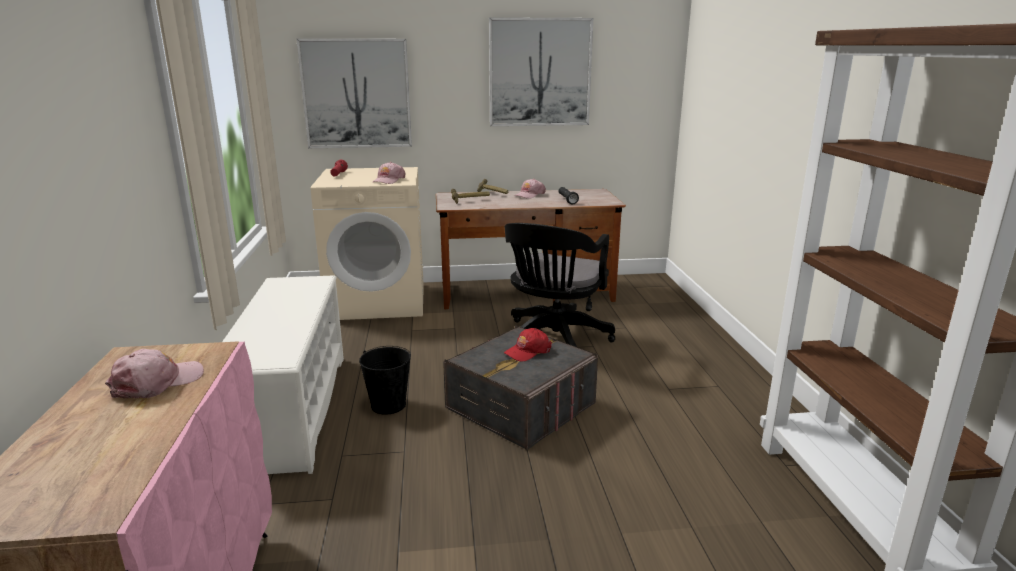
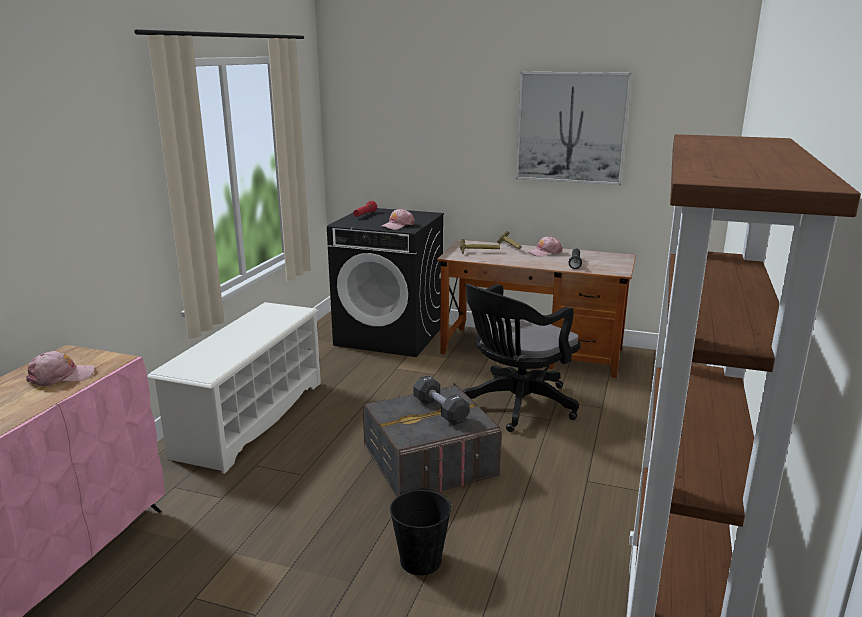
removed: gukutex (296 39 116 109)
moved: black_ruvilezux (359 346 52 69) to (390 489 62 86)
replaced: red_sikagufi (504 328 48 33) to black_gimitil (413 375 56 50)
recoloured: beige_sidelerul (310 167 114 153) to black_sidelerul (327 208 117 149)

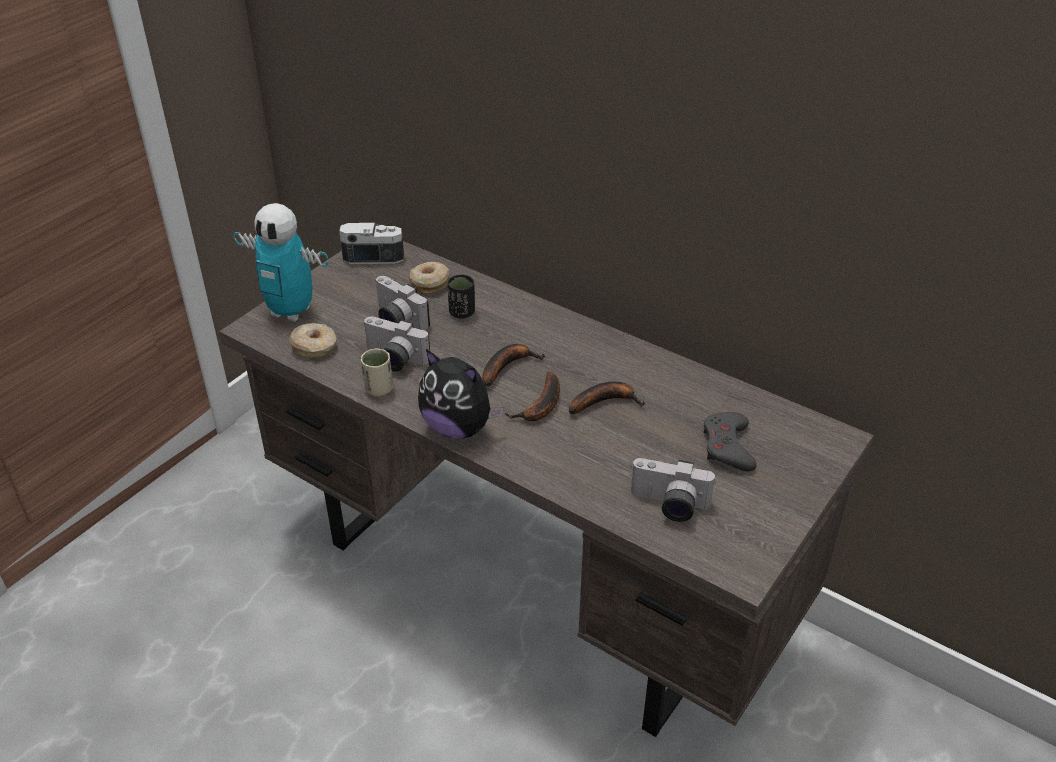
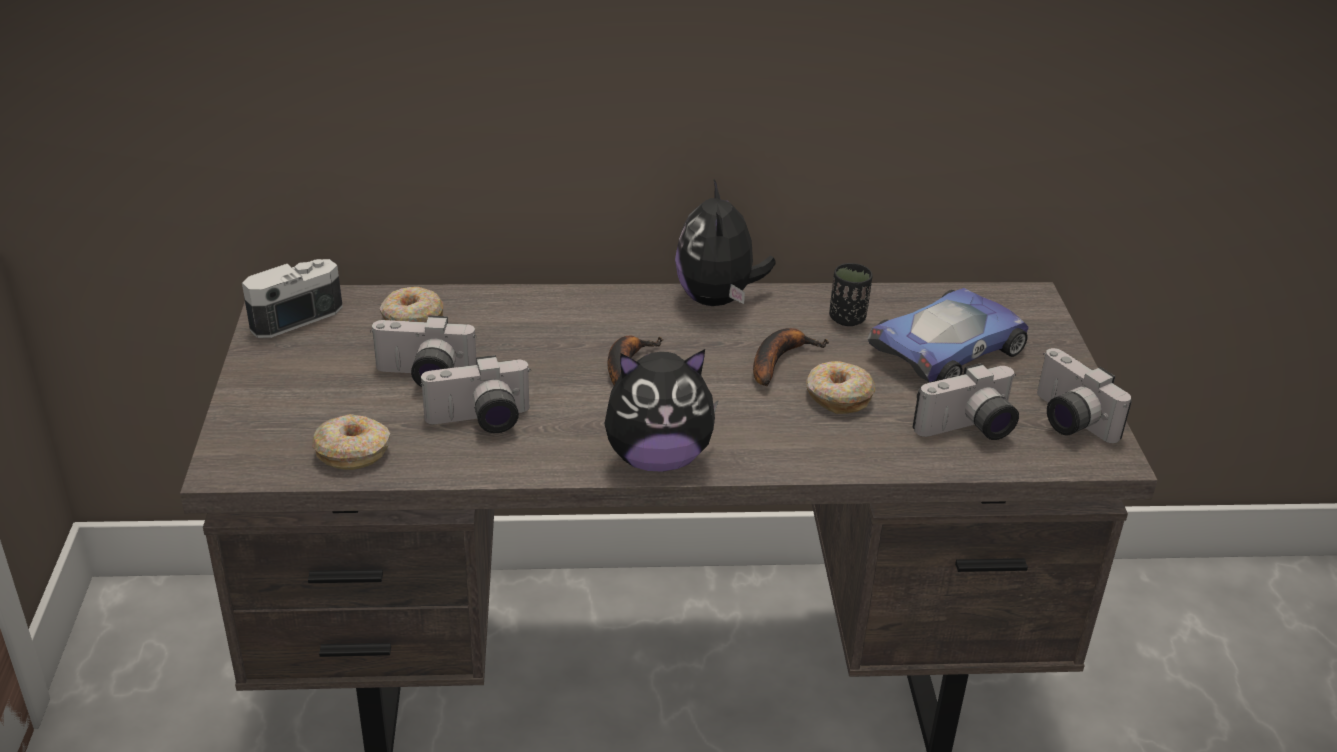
removed: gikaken (233 203 95 119); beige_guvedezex (361 349 32 47); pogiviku (505 371 55 50)
added: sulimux (675 180 101 126); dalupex (806 361 69 53); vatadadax (1037 348 95 95)
moved: black_guvedezex (448 274 27 45) to (829 263 44 63)
replaced: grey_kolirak (704 412 53 60) to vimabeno (868 288 161 94)

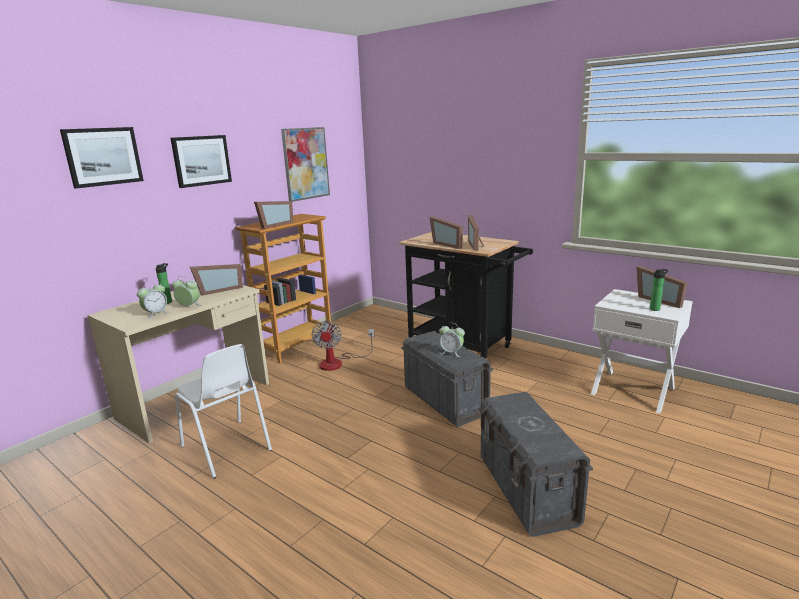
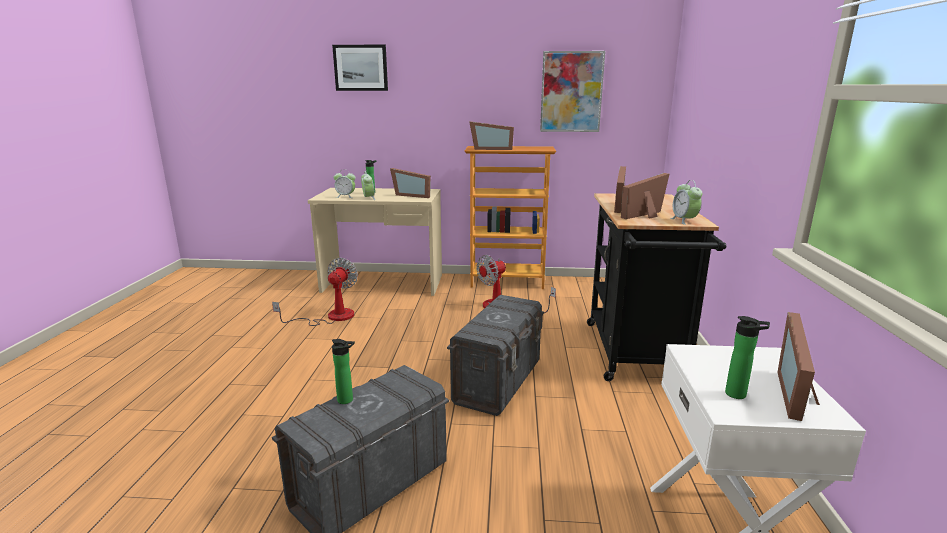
removed: gukutex (171 135 61 53)
added: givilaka (332 339 23 65)
moved: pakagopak (439 323 26 34) to (670 180 32 45)
replaced: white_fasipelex (175 344 97 134) to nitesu (272 258 86 68)

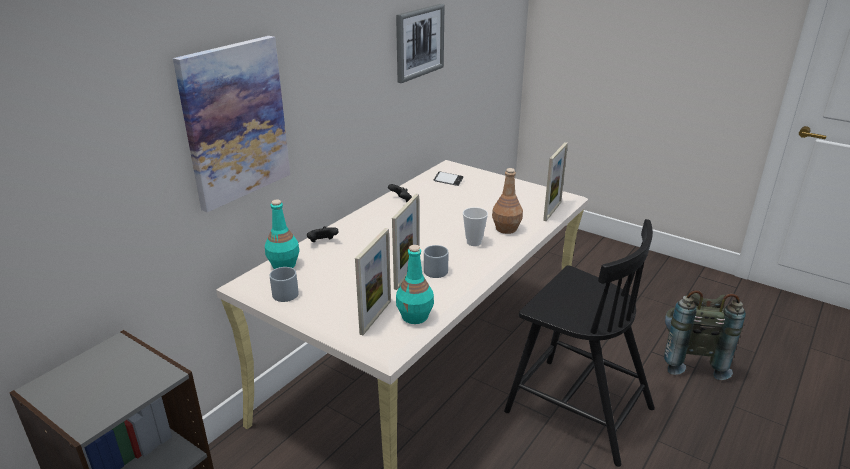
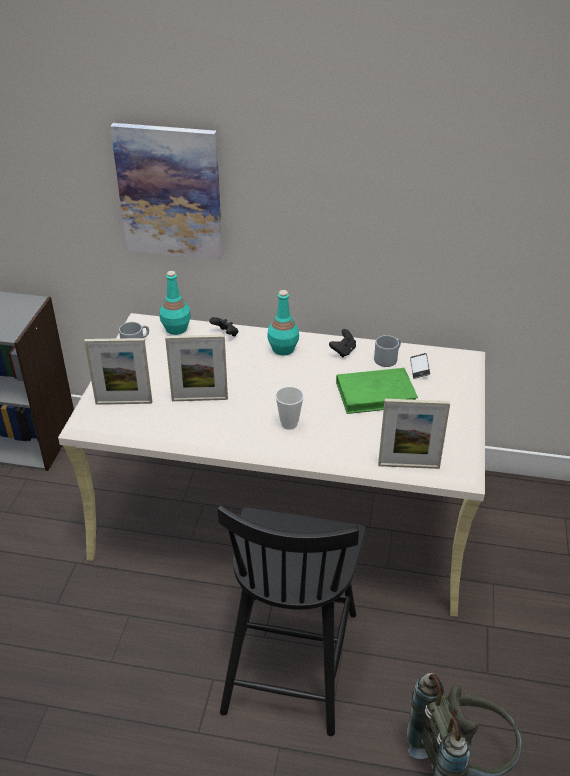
removed: gukutex (396 4 49 79); brown_givilaka (492 168 31 66)
added: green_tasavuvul (336 368 82 46)
moved: turquoise_givilaka (396 245 38 79) to (267 290 32 65); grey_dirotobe (424 245 25 33) to (374 335 27 32)

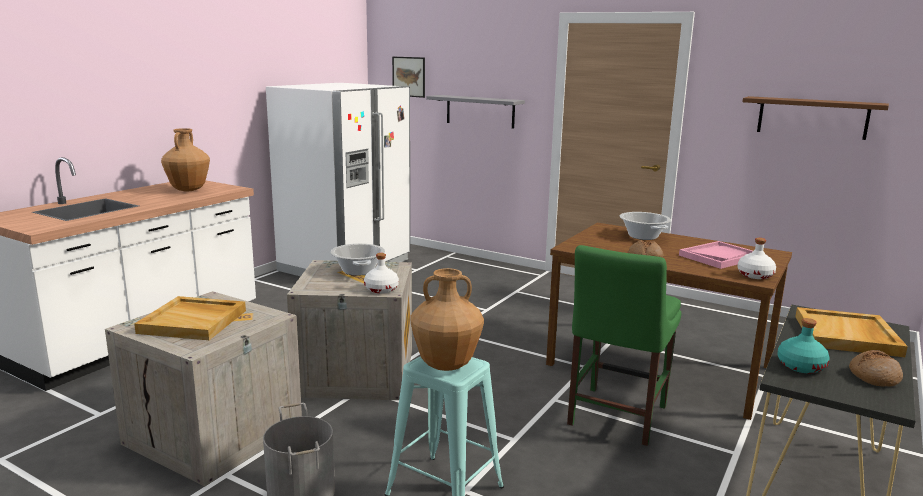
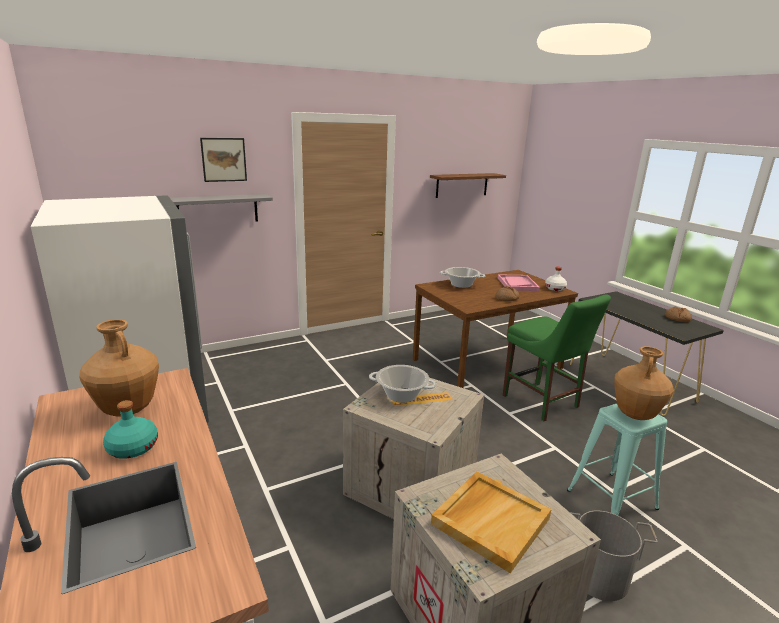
removed: white_givilaka (364 253 35 40); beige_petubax (795 307 113 50)
moved: turquoise_givilaka (777 318 53 56) to (103 400 55 59); gukutex (392 57 33 41) to (200 138 47 44)

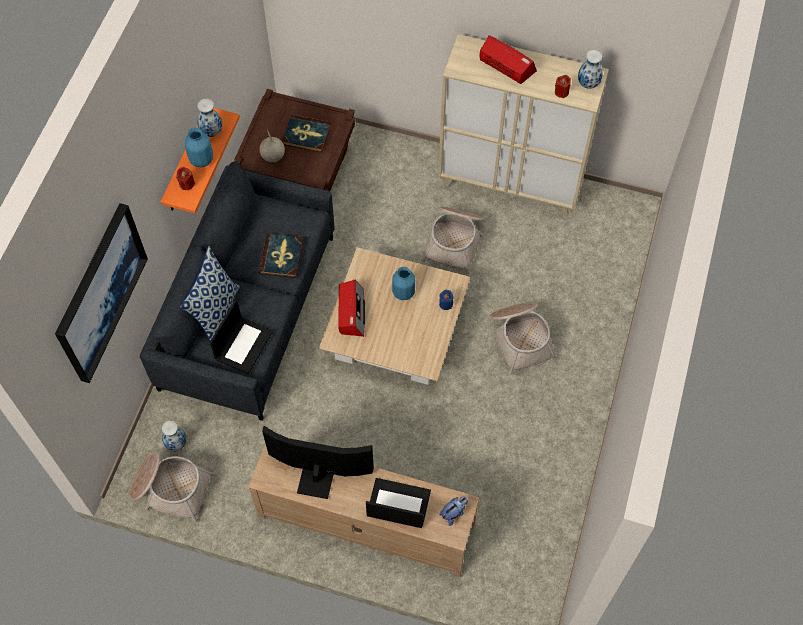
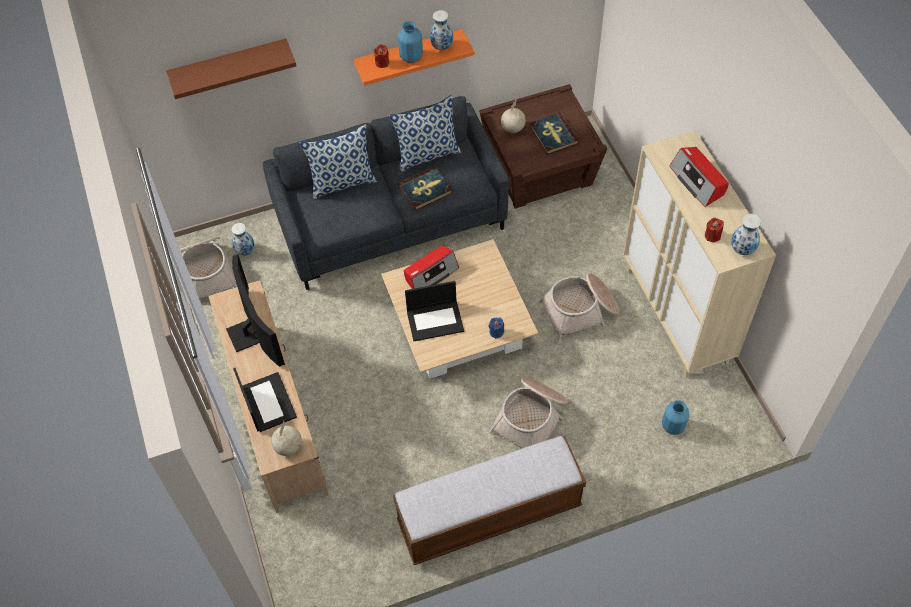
added: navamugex (389 95 73 77); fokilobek (393 436 193 129)
moved: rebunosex (210 300 63 74) to (405 281 59 60); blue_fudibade (392 267 23 33) to (662 400 28 35)
replaced: gukutex (55 203 93 180) to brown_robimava (166 39 130 60); sulimux (440 497 28 29) to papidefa (271 421 31 35)
turned: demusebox (479 35 58 49) = (670 147 59 60) 150 degrees clockwise

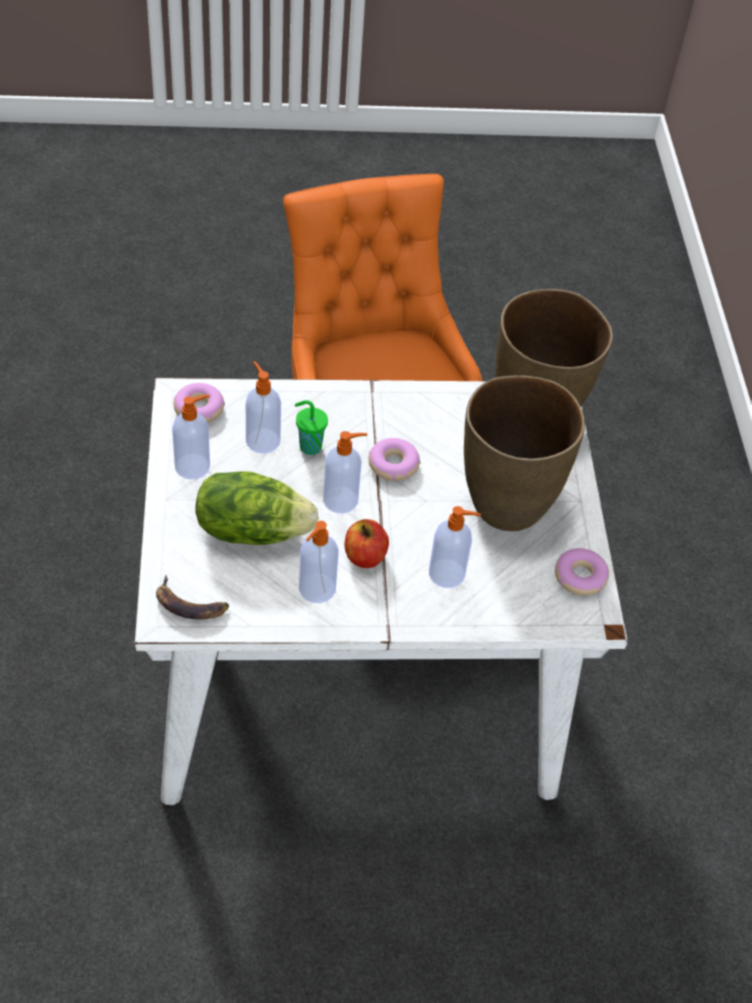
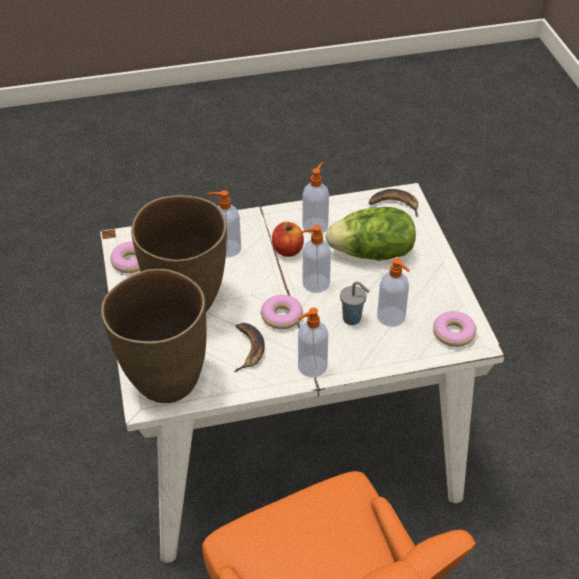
added: pogiviku (234 323 31 49)
moved: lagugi (172 395 38 85) to (298 308 30 69)
recoloured: green_guvedezex (295 400 33 55) to grey_guvedezex (340 281 30 44)

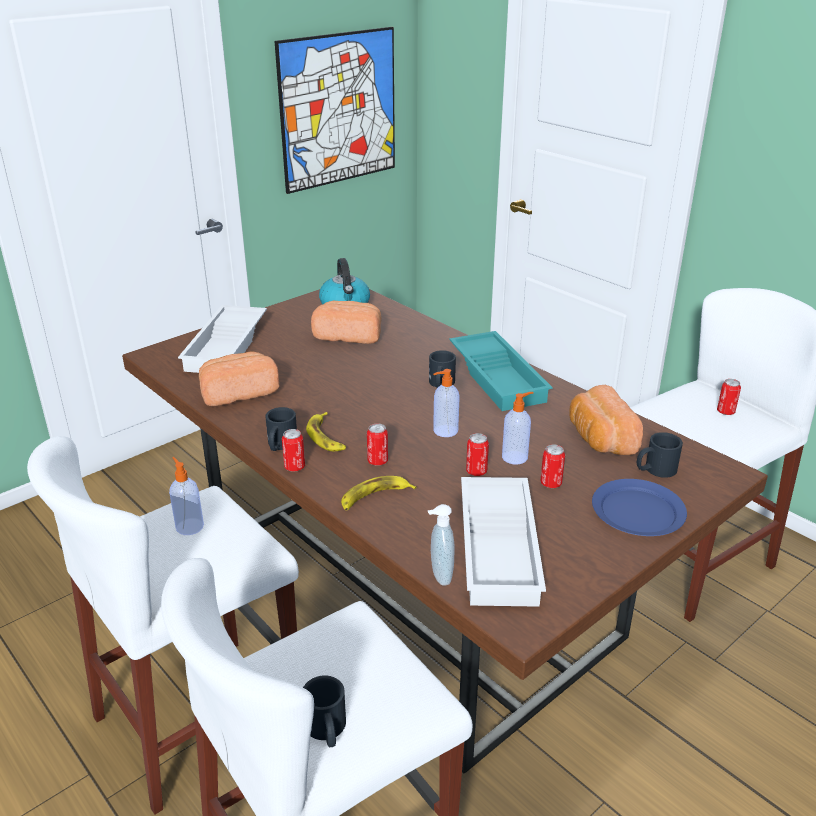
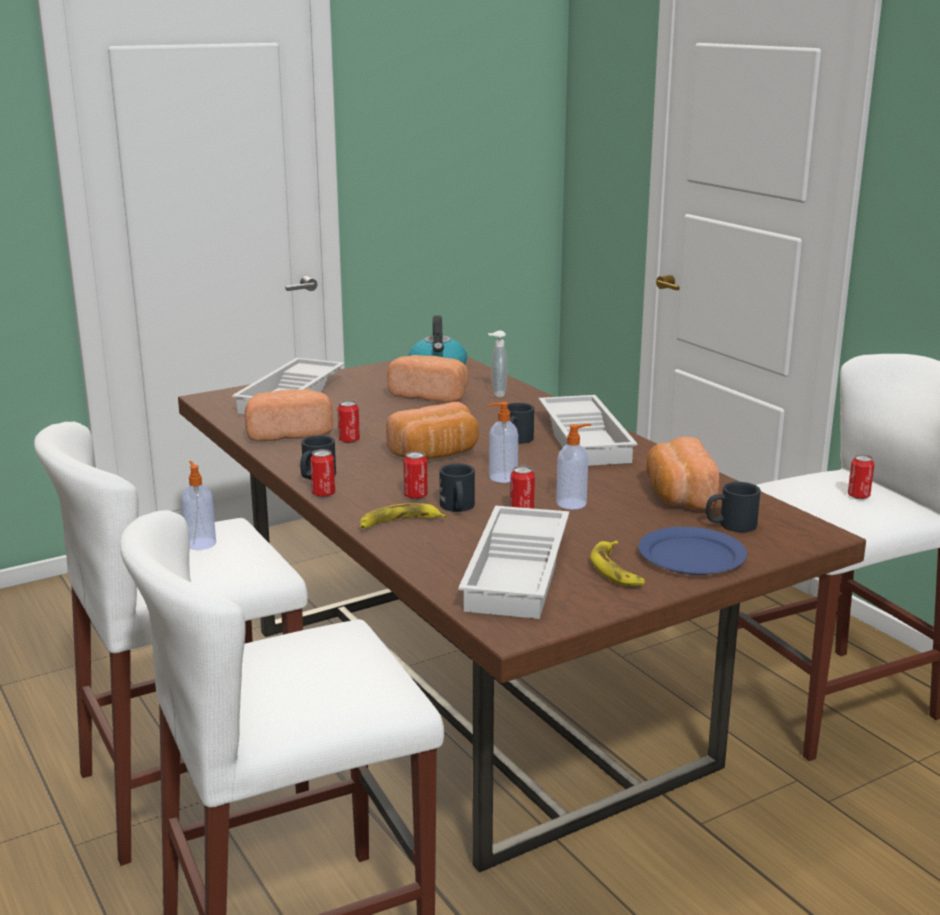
removed: gukutex (275 27 120 167)
added: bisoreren (386 402 93 57)
moved: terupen (540 444 25 44) to (338 400 22 43); black_dirotobe (303 676 43 71) to (439 463 36 49); lagugi (428 504 26 82) to (488 331 20 66); pogiviku (306 412 40 39) to (590 540 55 46)
recoloured: turquoise_petubax (449 331 104 80) to white_petubax (538 395 99 71)

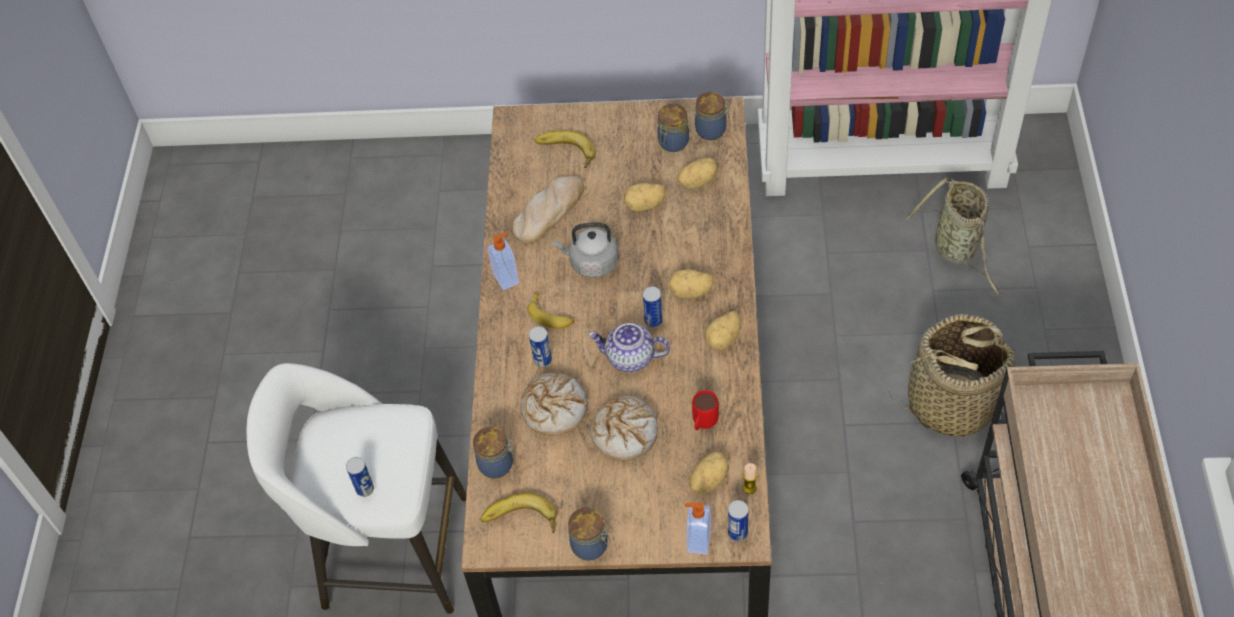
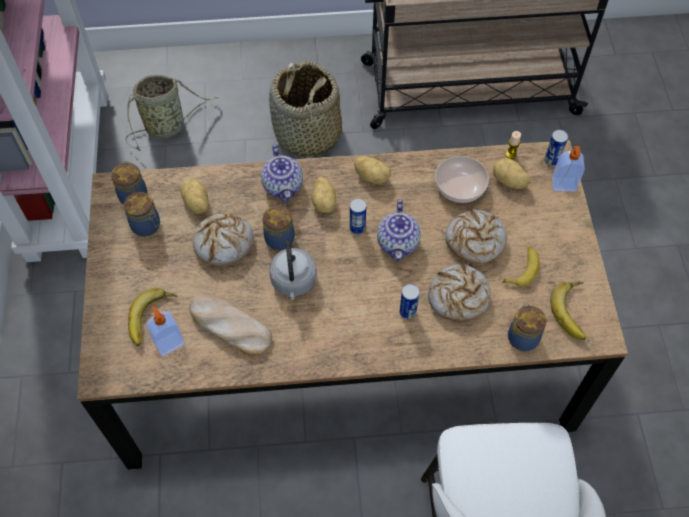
removed: terupen (346 457 28 40)
added: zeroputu (261 144 42 58)
moved: lagugi (487 233 32 57) to (146 305 39 51); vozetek (568 507 43 54) to (263 204 32 46); pogiviku (527 292 47 36) to (503 246 37 41)
replaced: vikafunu (624 183 42 28) to bisoreren (193 213 61 54); red_dirotobe (692 390 27 40) to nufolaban (435 156 54 47)

